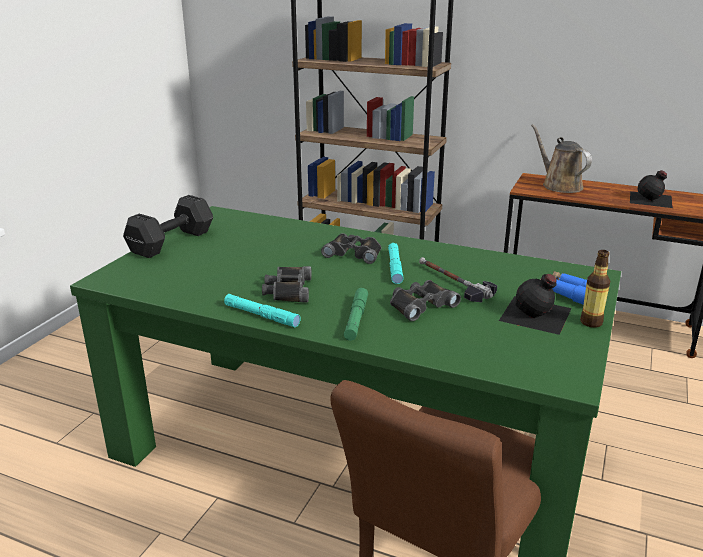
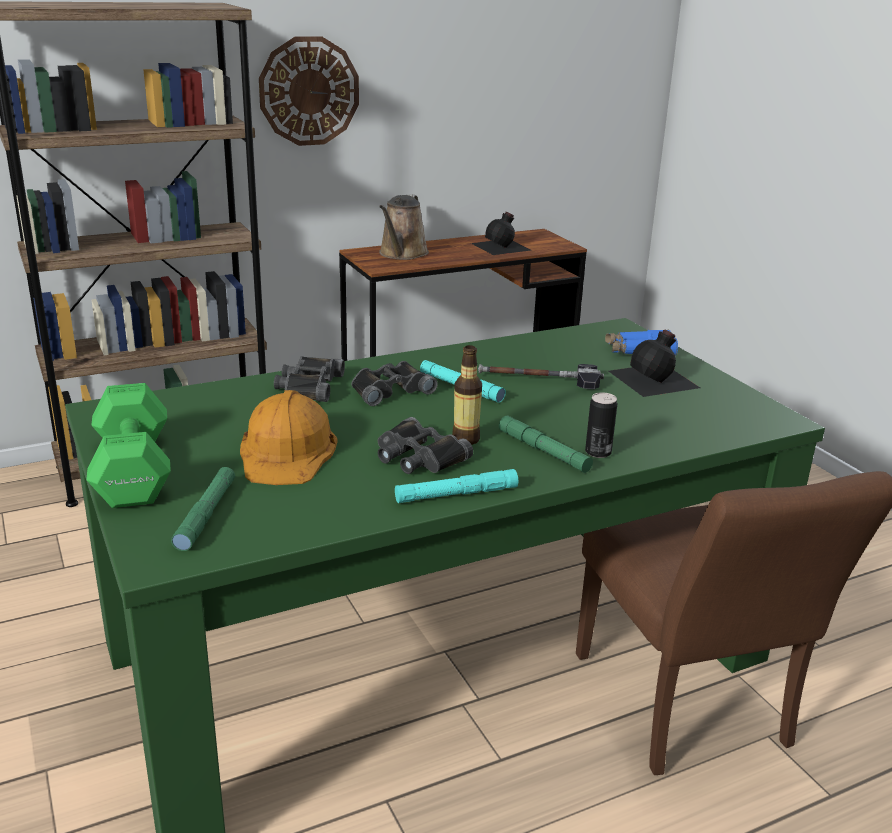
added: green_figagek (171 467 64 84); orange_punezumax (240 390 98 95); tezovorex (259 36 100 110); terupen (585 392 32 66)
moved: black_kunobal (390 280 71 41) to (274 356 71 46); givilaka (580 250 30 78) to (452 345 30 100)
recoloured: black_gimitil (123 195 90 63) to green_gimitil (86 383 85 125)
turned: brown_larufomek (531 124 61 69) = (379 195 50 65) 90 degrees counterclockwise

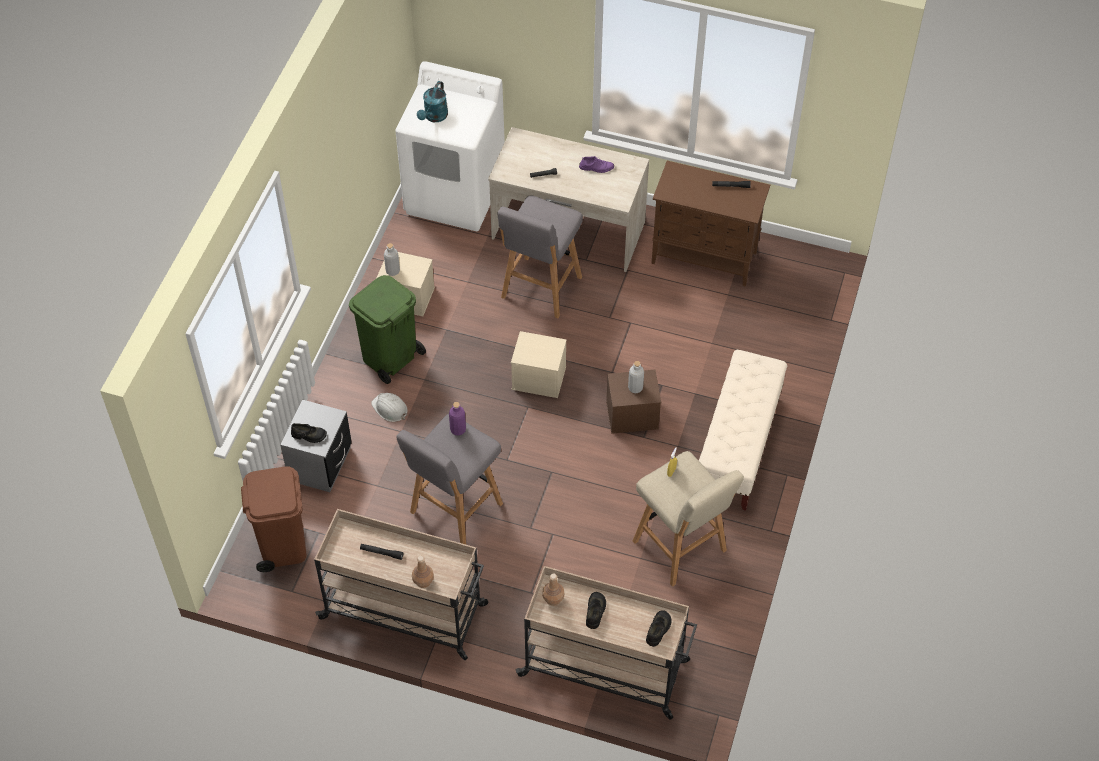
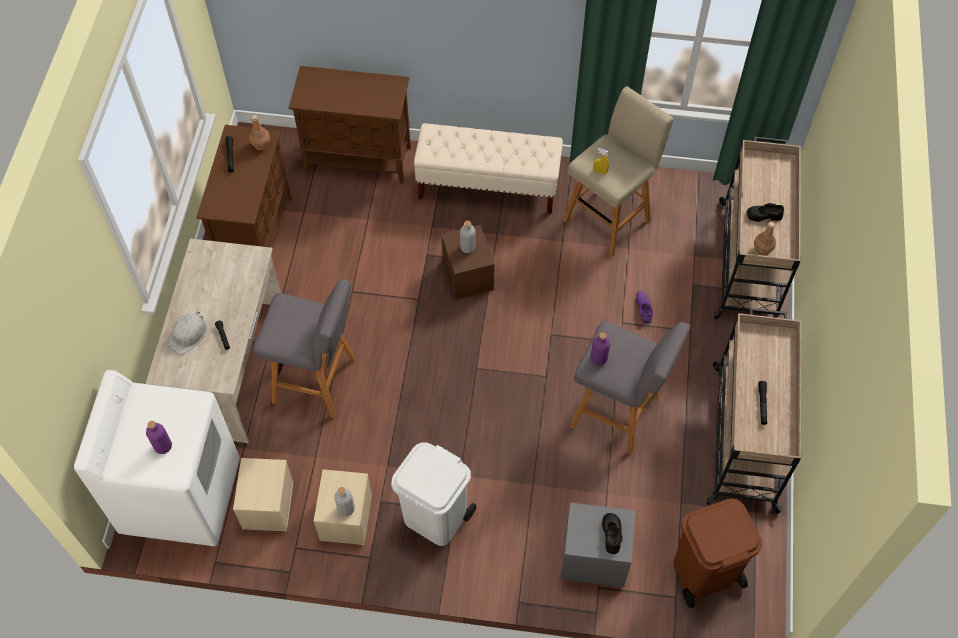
removed: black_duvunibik (646 610 25 37)
added: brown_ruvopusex (289 66 122 117)
moved: white_punezumax (371 393 37 29) to (168 312 39 42); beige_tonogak (511 331 56 67) to (233 458 61 73); brown_givilaka (412 556 22 32) to (249 115 21 35); purple_duvunibik (579 156 35 17) to (636 291 17 33)
replaced: turquoise_larufomek (417 81 31 41) to purple_givilaka (146 421 26 33)
recoloured: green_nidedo (349 275 77 109) to white_nidedo (391 442 85 104)

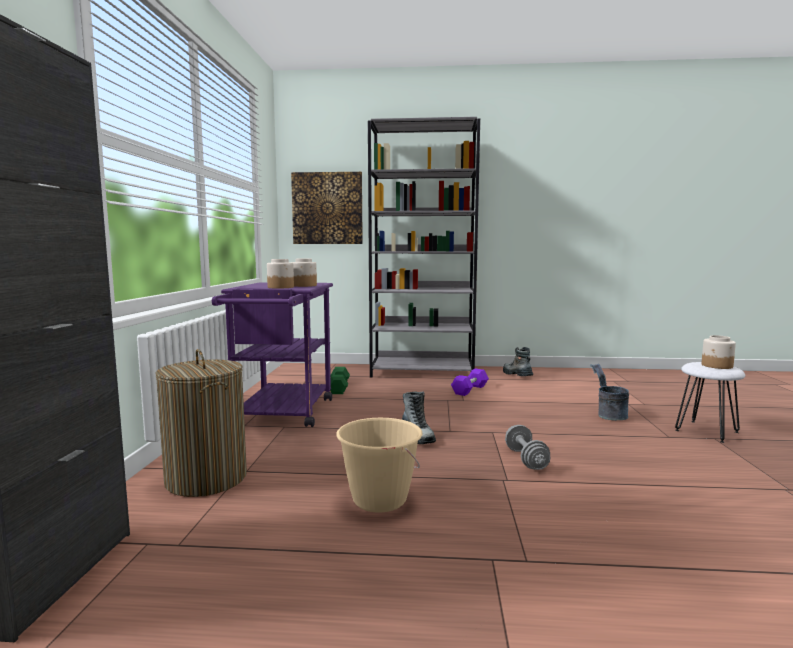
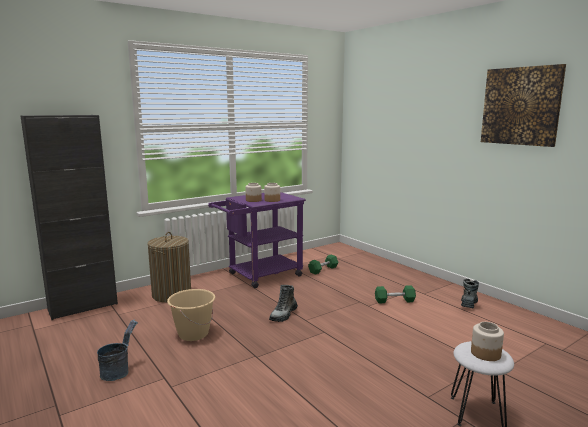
removed: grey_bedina (368 117 112 260); grey_gimitil (505 425 45 45)
moved: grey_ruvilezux (590 364 39 57) to (97 320 41 61); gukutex (291 172 72 72) to (481 64 85 83)
recoloured: purple_gimitil (451 368 38 28) to green_gimitil (375 285 41 18)

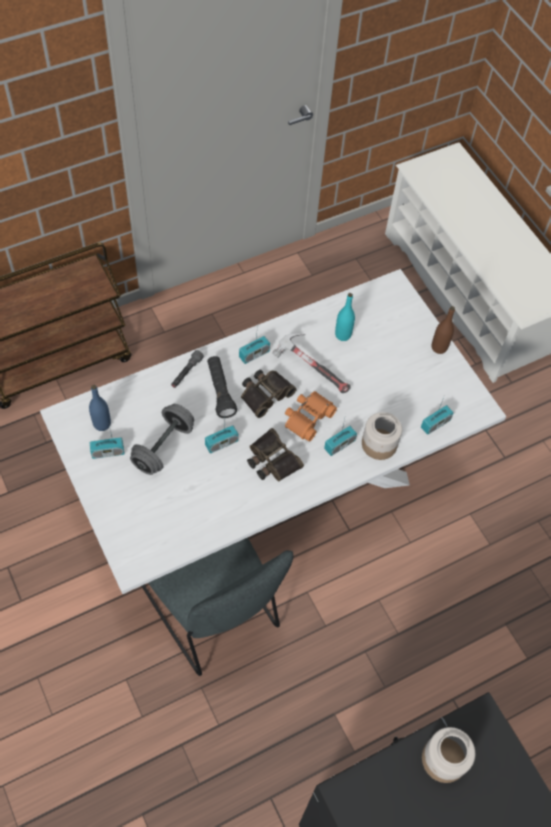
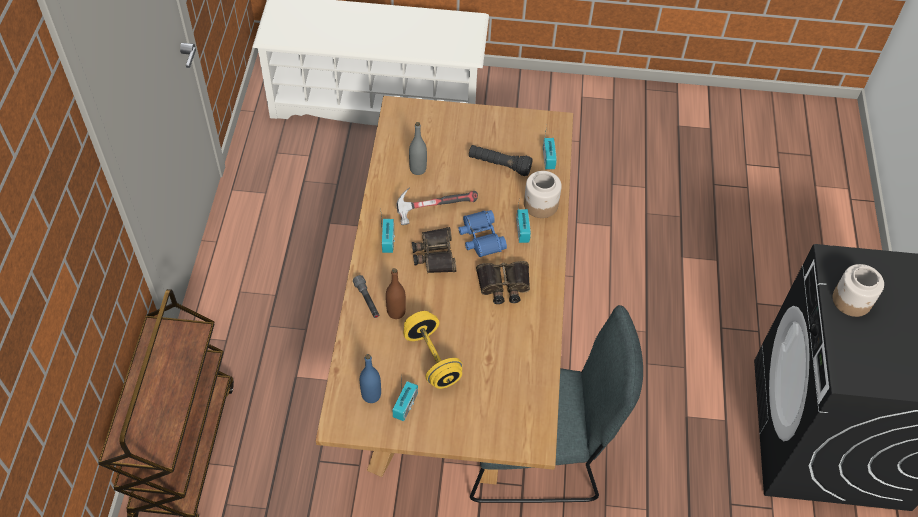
removed: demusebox (205 412 33 41)
moved: brown_givilaka (432 306 23 48) to (386 268 20 51); black_figagek (207 356 30 62) to (469 145 64 31)
recoloured: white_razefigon (40 269 466 325) to brown_razefigon (316 96 257 388); grey_gimitil (130 404 64 71) to yellow_gimitil (403 311 60 78); turquoise_givilaka (335 293 20 48) to grey_givilaka (409 122 18 53); orange_kunobal (285 391 52 51) to blue_kunobal (459 210 48 47)

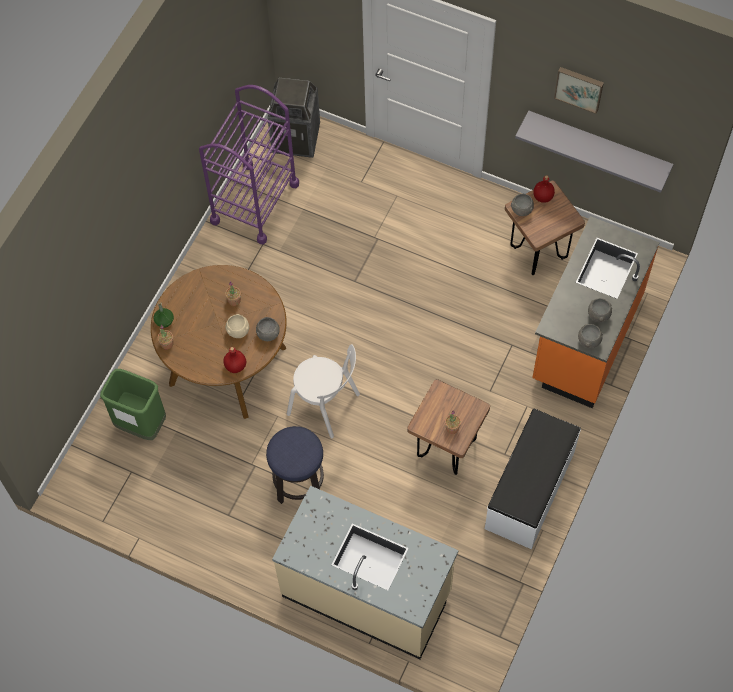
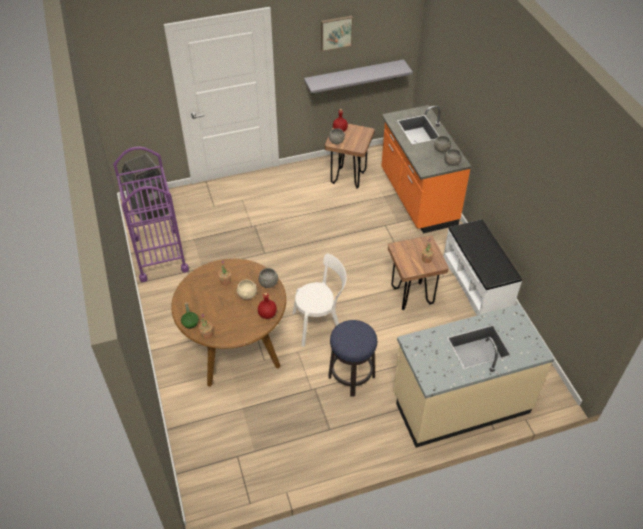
removed: green_nidedo (100 369 66 71)

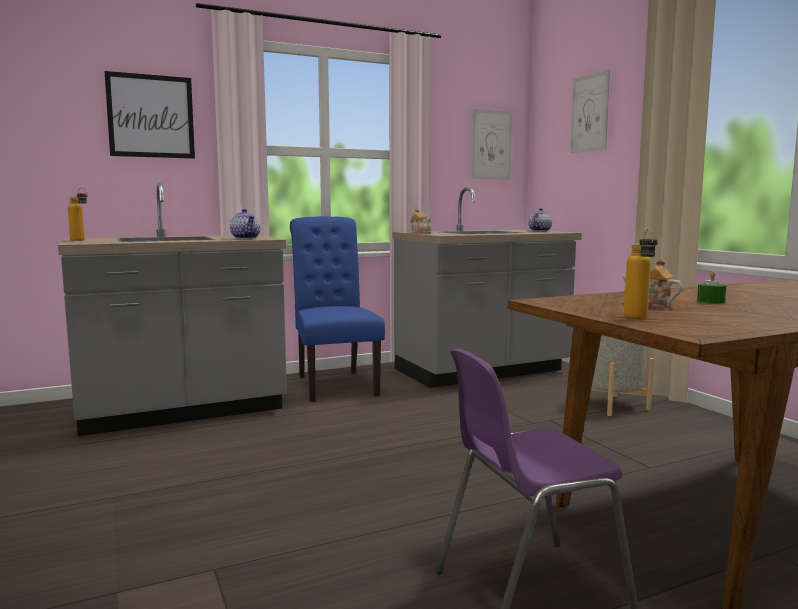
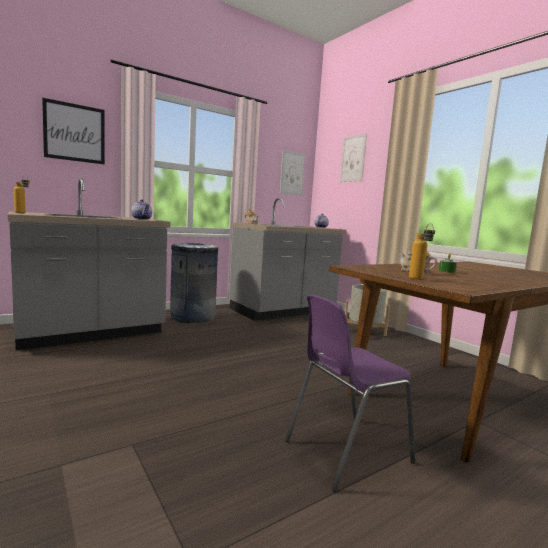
replaced: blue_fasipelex (290 216 95 186) to grey_nidedo (170 243 48 80)

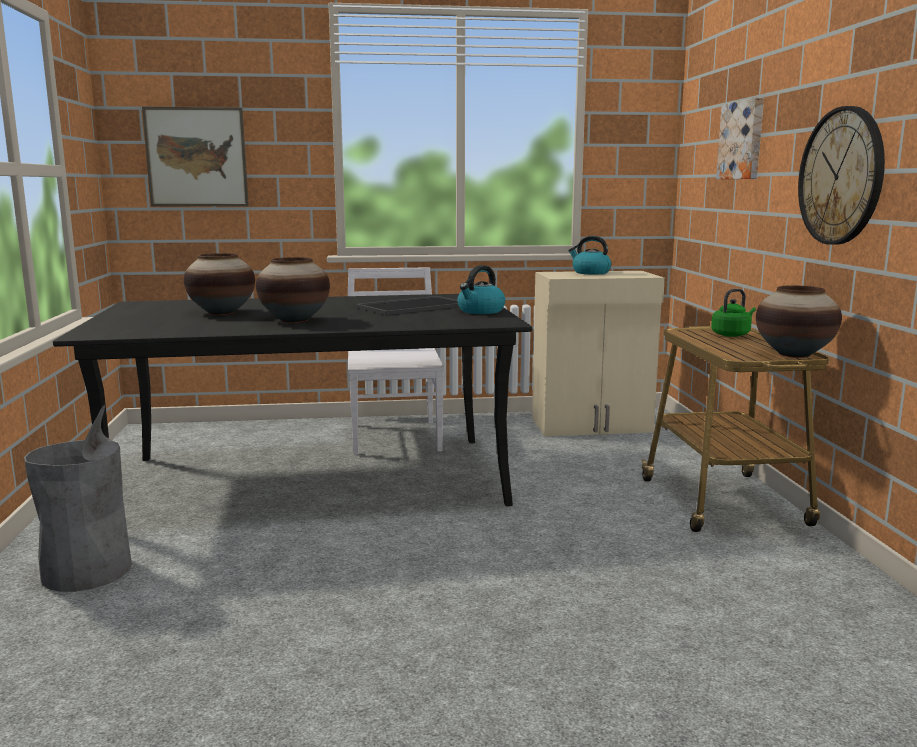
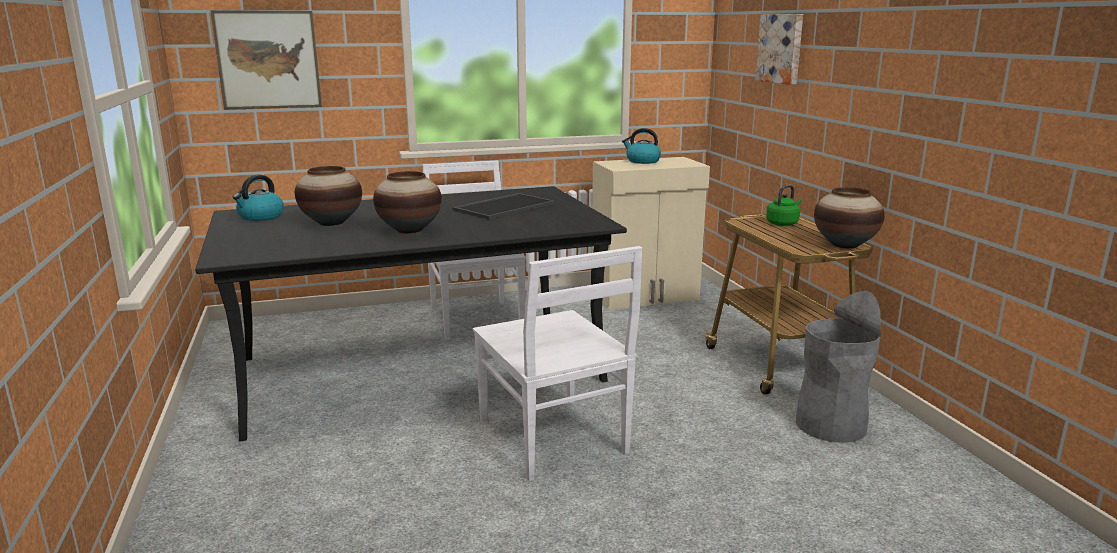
removed: tezovorex (798 106 87 139)
added: white_fasipelex (473 246 169 235)
moved: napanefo (457 265 48 49) to (233 175 51 46); grey_nidedo (24 404 108 188) to (796 290 85 153)

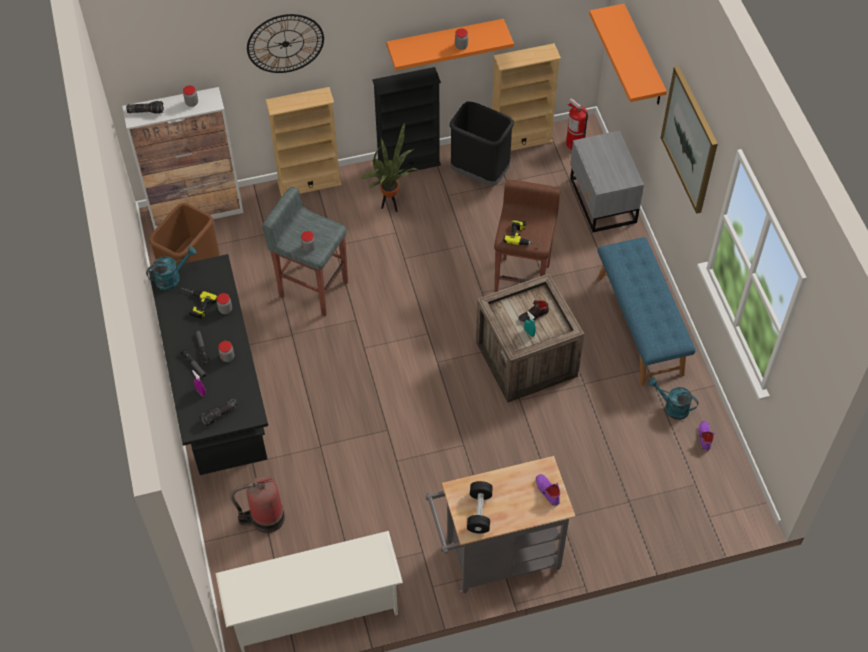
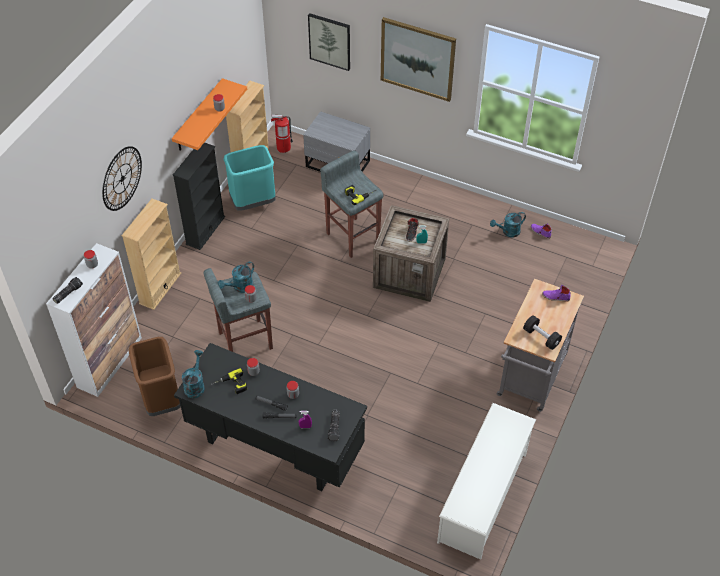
removed: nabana (230 477 55 56); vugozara (361 122 57 90); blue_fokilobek (597 237 99 149)
added: turquoise_larufomek (218 261 36 32)
replaced: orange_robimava (589 4 78 101) to gukutex (308 13 42 58)
recoloured: black_nidedo (449 101 65 85) to turquoise_nidedo (224 145 52 66); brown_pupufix (494 180 66 113) to grey_pupufix (320 151 63 107)

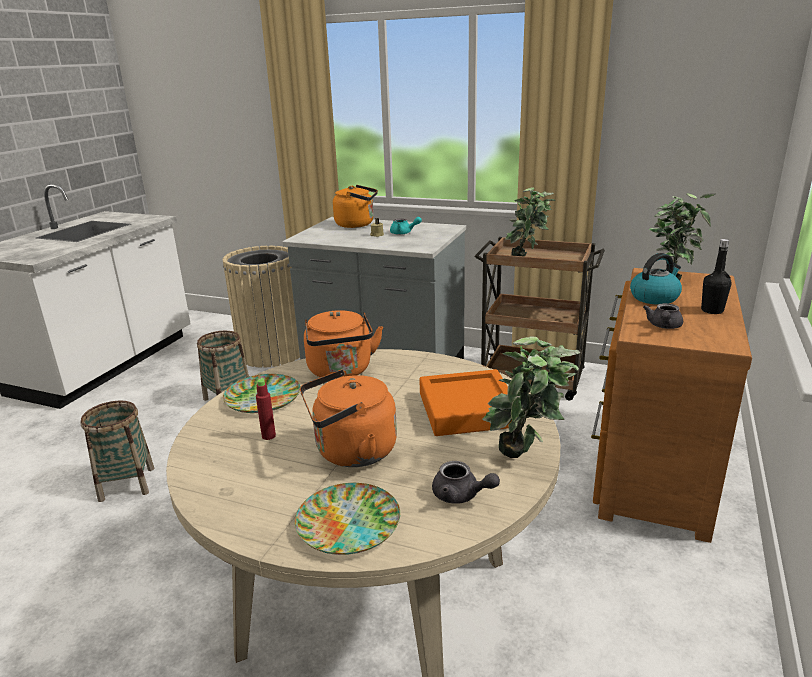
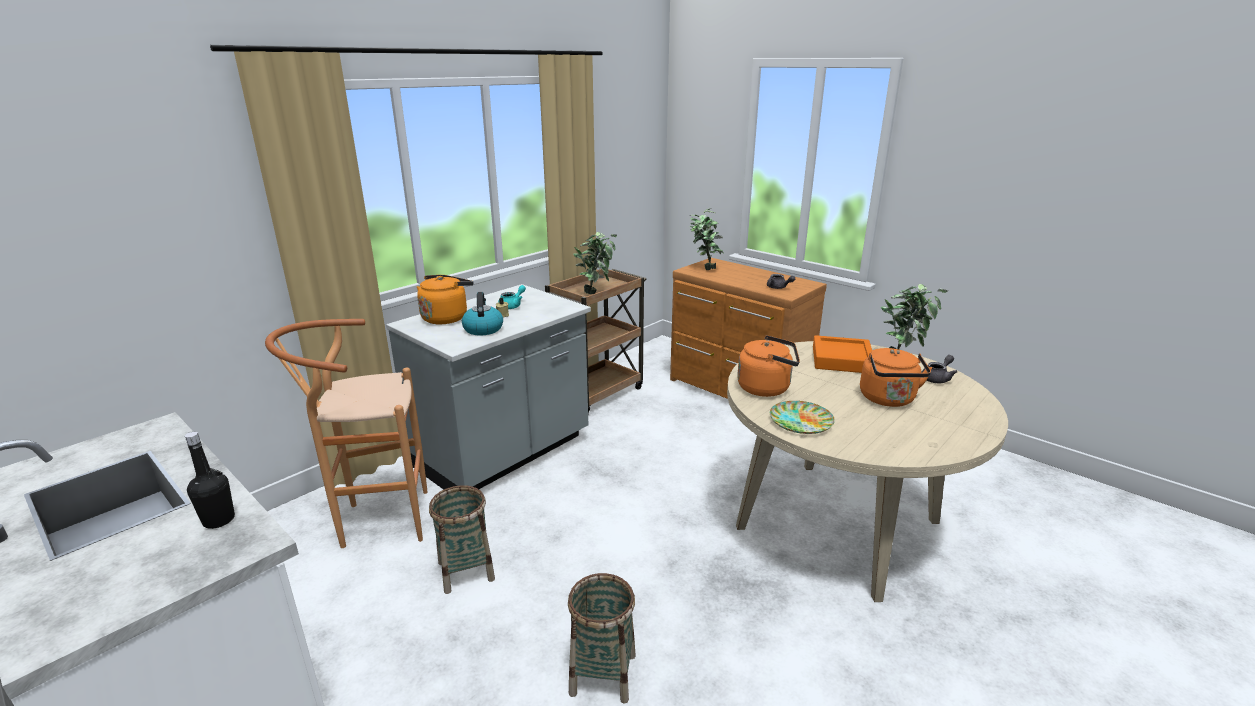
removed: red_givilaka (256 378 20 62); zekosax (295 483 105 72)
moved: black_givilaka (701 239 31 75) to (185 432 50 97); napanefo (630 253 52 52) to (462 292 41 43)
replaced: beige_nidedo (222 246 78 122) to brown_pupufix (265 319 162 229)

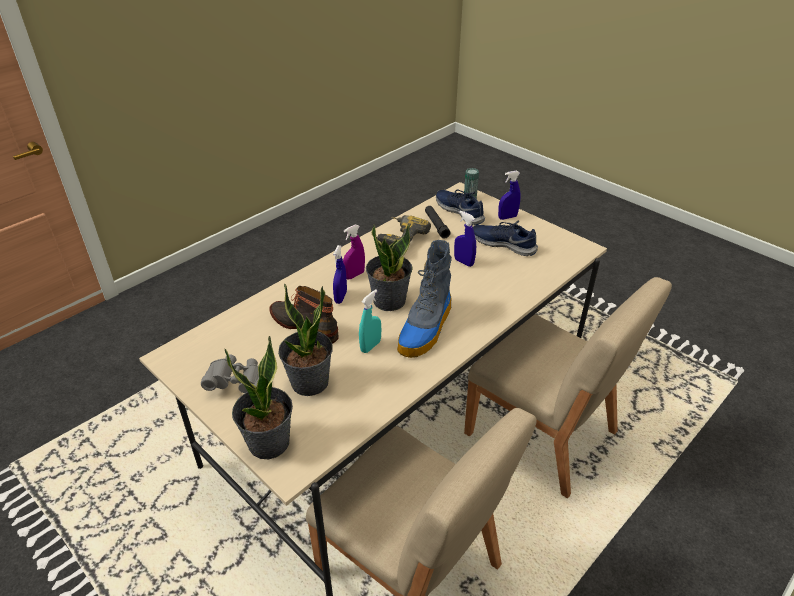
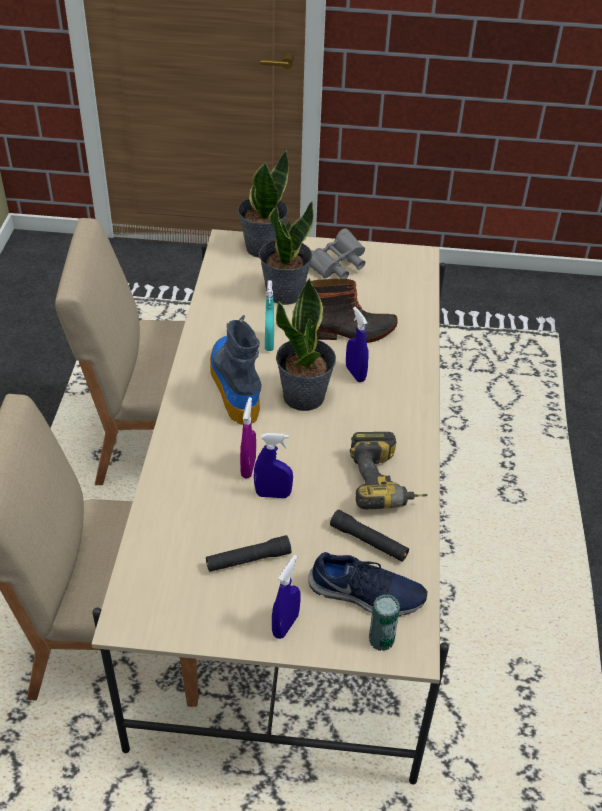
moved: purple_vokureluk (343 225 22 54) to (240 397 16 81)
replaced: blue_duvunibik (473 221 65 35) to black_figagek (206 535 85 37)

